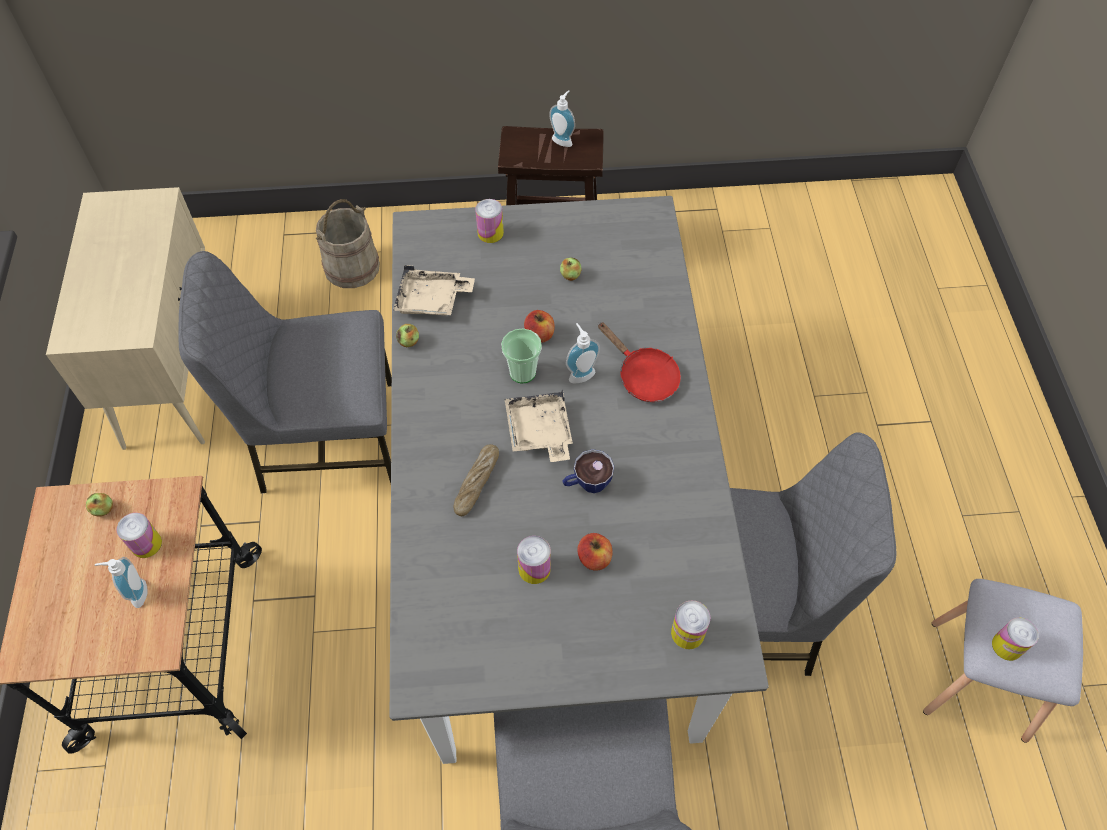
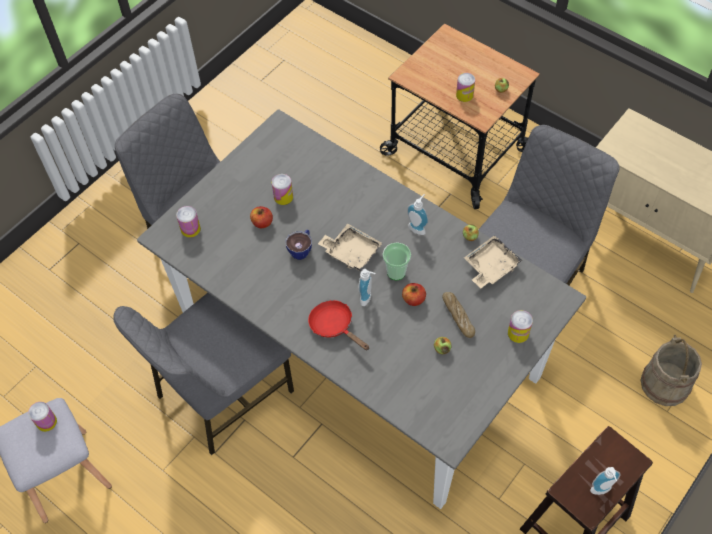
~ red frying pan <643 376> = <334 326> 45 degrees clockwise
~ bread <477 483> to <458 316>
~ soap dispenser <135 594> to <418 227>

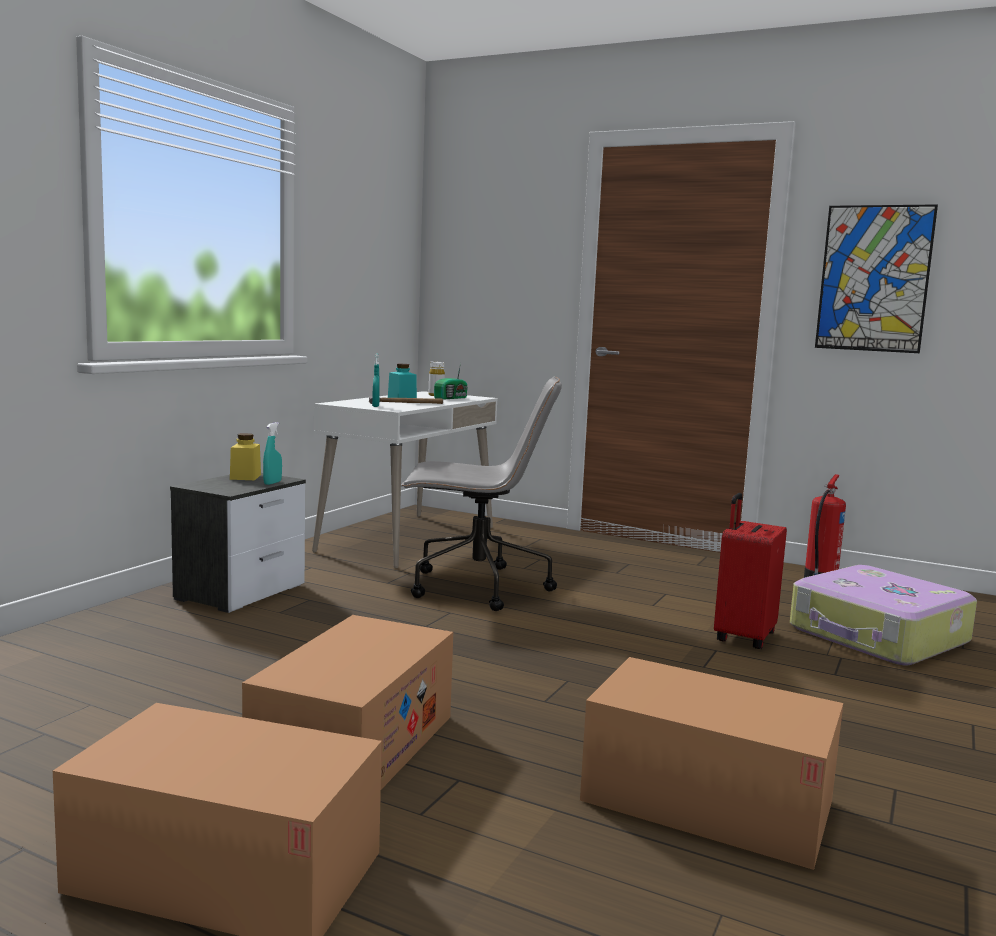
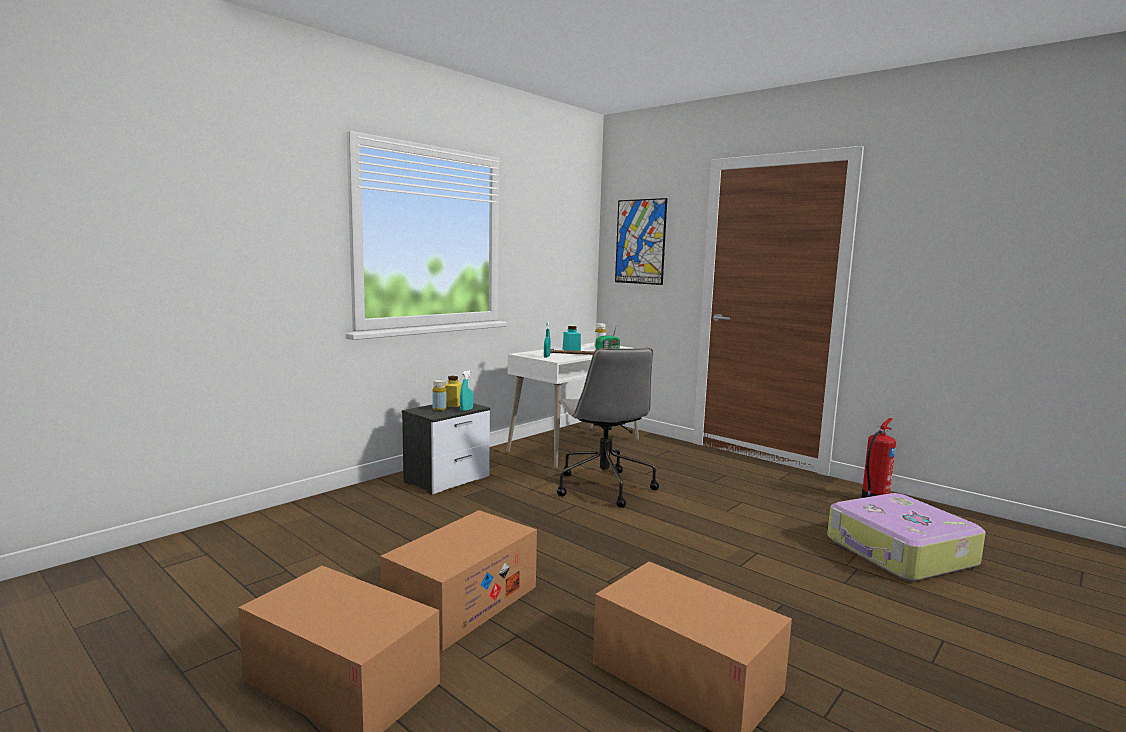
~ picture <874 278> to <640 241>
~ grey office chair <475 587> = <603 487> 60 degrees clockwise
- red suitcase <742 637>
+ yellow bottle <439 409>

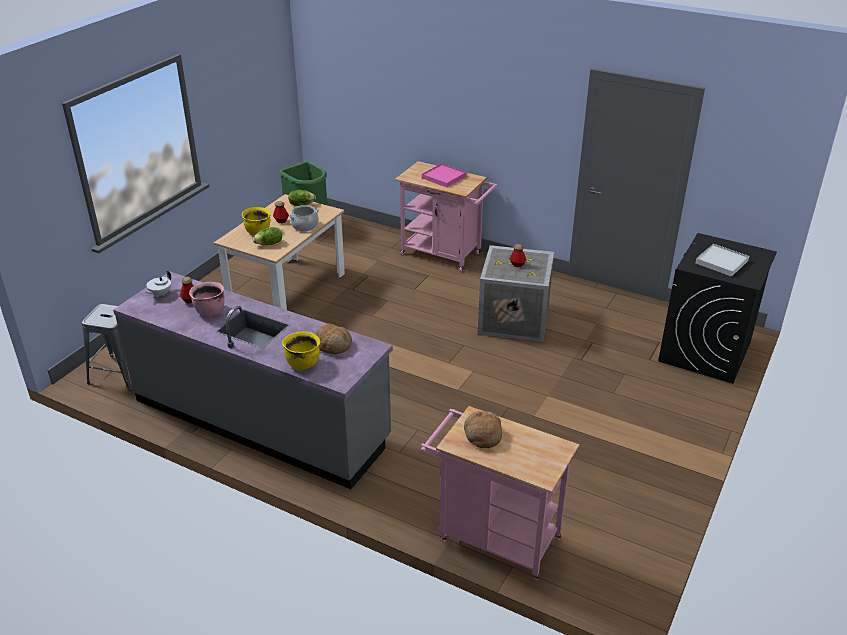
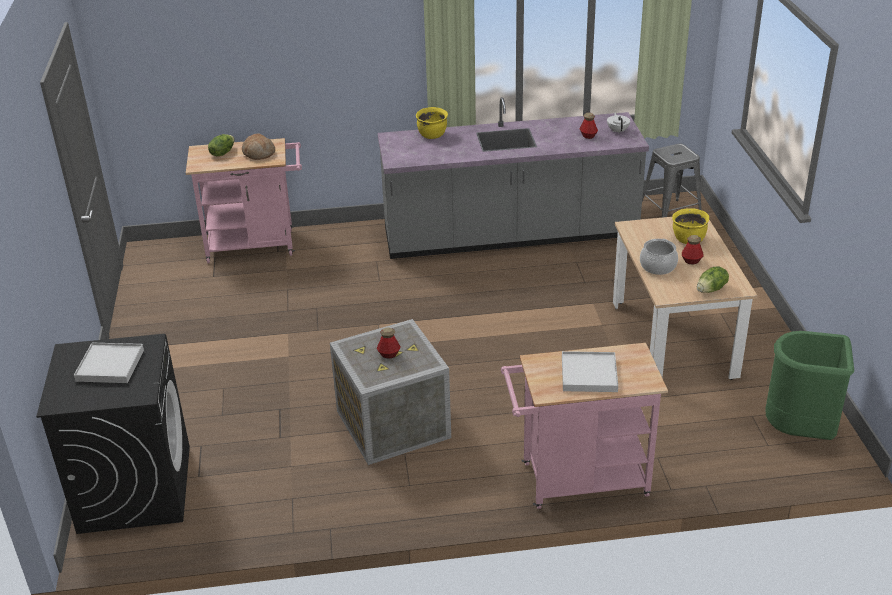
~ pink tray <444 177> to white tray <589 374>
~ lettuce <269 244> to <222 153>
- pink cooking pot <209 311>
- bread <333 345>

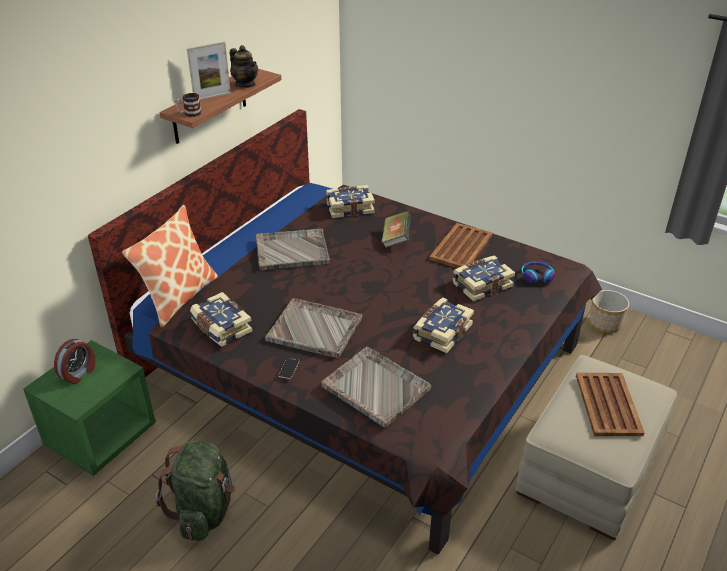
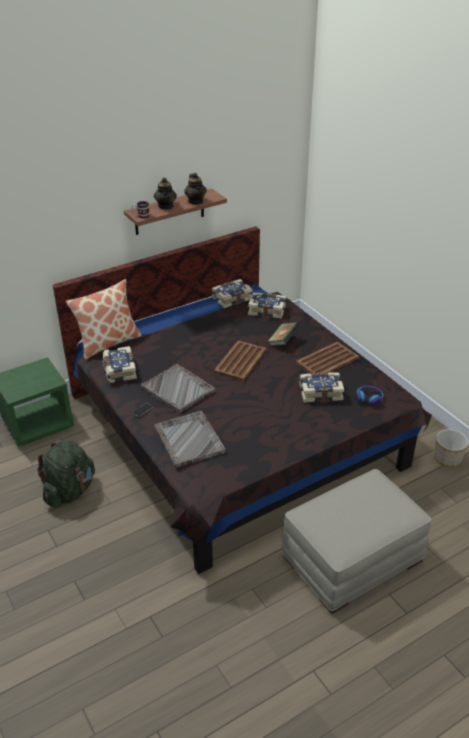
~ picture frame <212 97> to teapot <166 206>
- grey tray <291 251>
~ book <441 332> to <231 298>
- alarm clock <79 373>
~ brown tray <608 404> to <241 361>

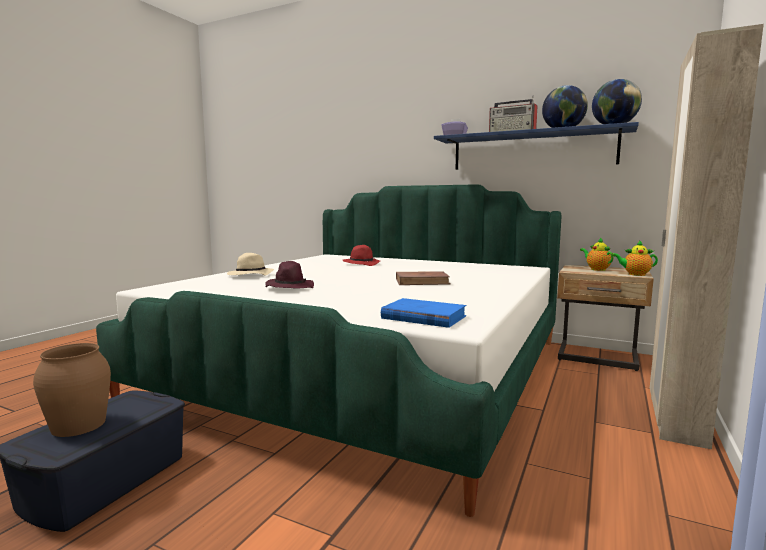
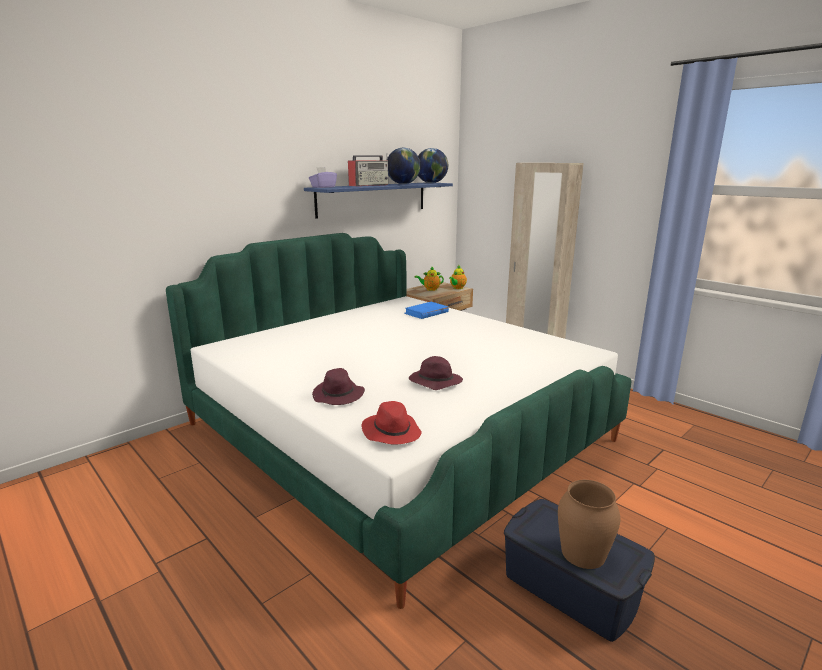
~ red hat <362 264> to <391 432>
~ beige hat <250 275> to purple hat <339 395>
- brown book <422 282>
~ blue book <423 317> to <426 313>

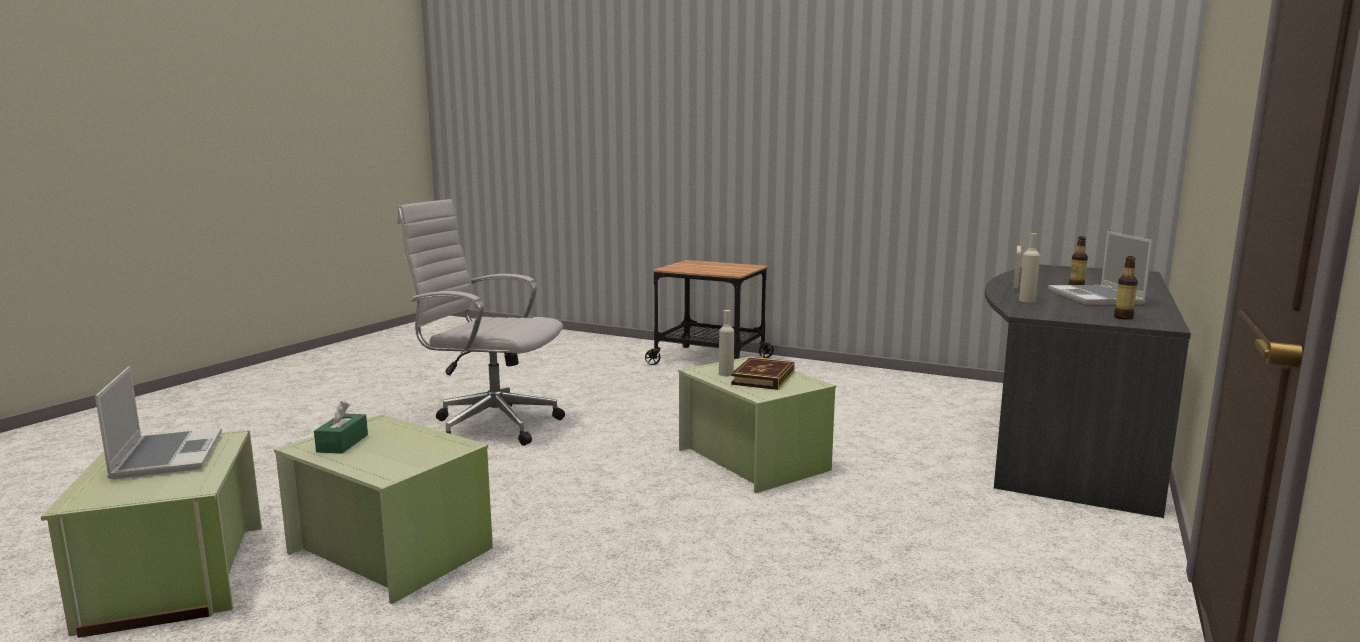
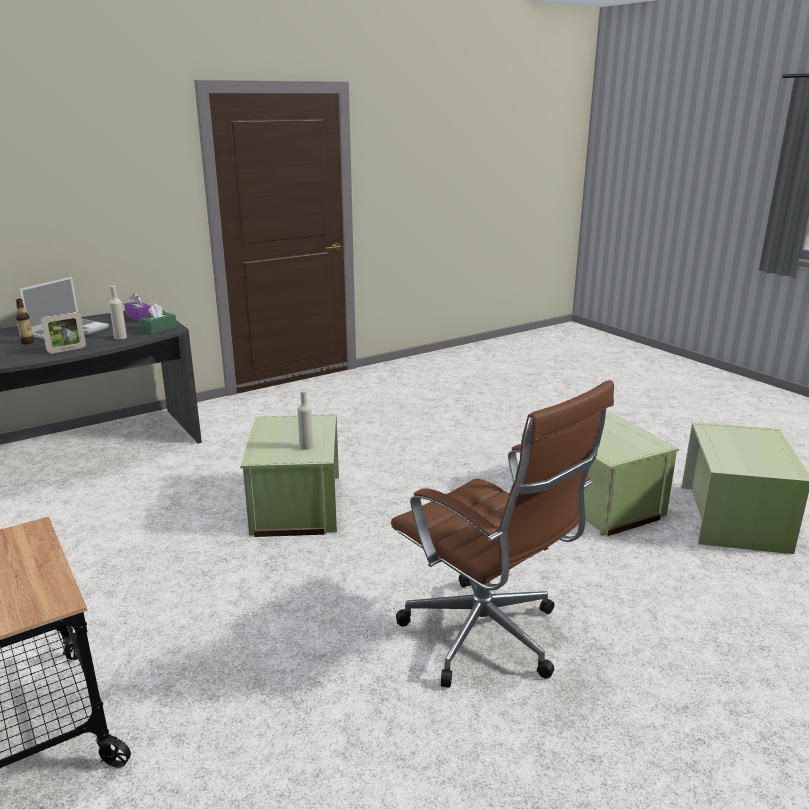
~ white office chair <490 425> to brown office chair <487 638>
~ bottle <1123 317> to purple tissue box <139 317>
- book <763 378>
- laptop <167 456>
~ green tissue box <342 443> to <159 329>

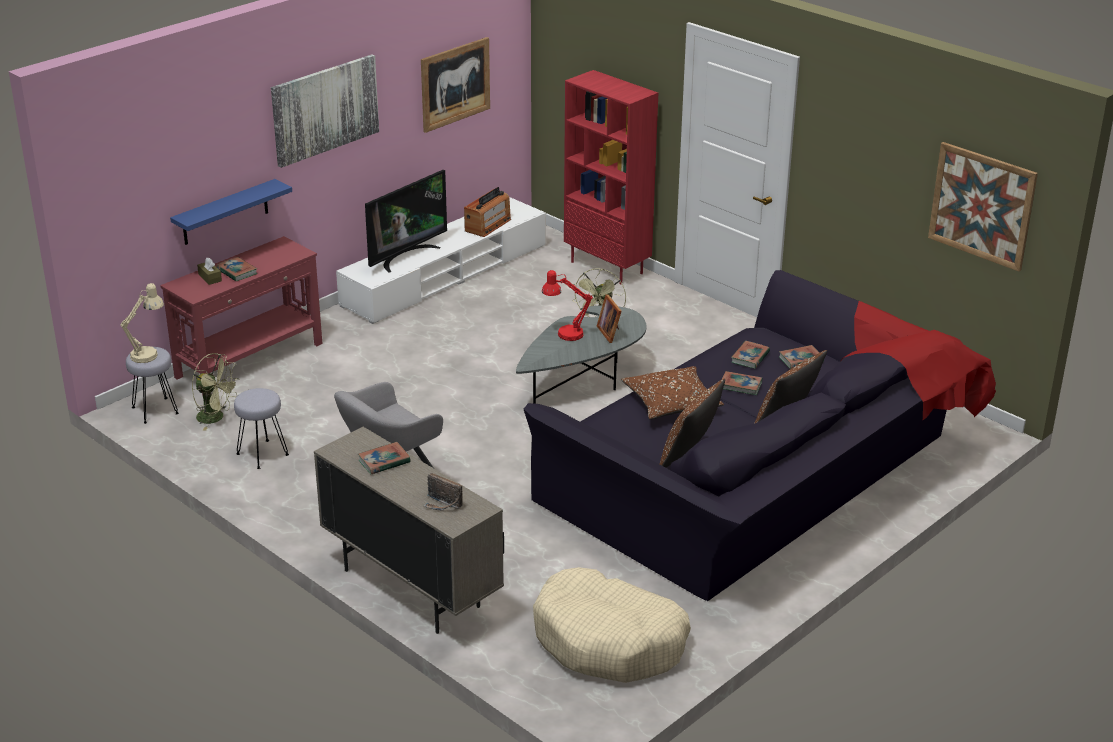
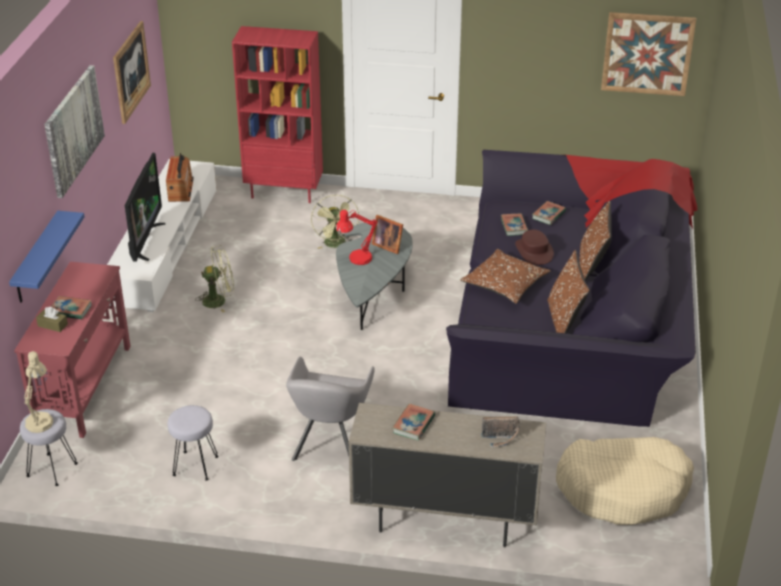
~ green fan <216 418> to <219 300>
~ book <740 385> to brown hat <534 251>

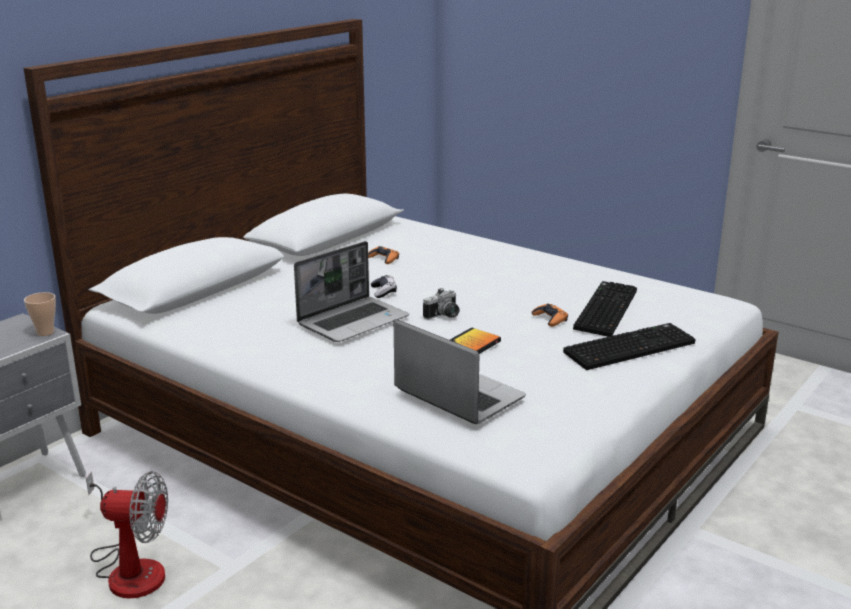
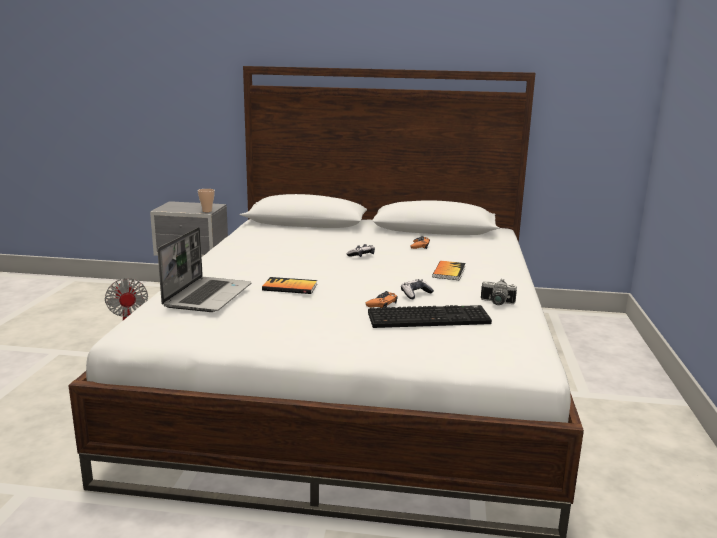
- laptop <353 321>
~ photo camera <444 316> to <496 303>
- keyboard <629 347>
+ book <449 272>
+ game controller <415 294>

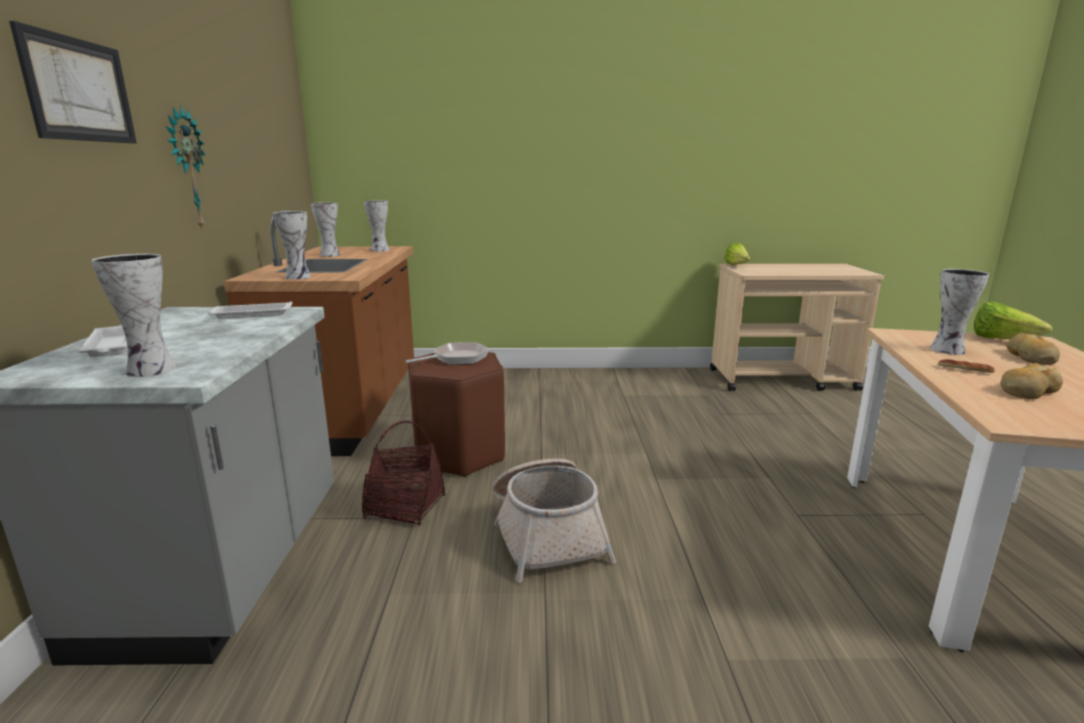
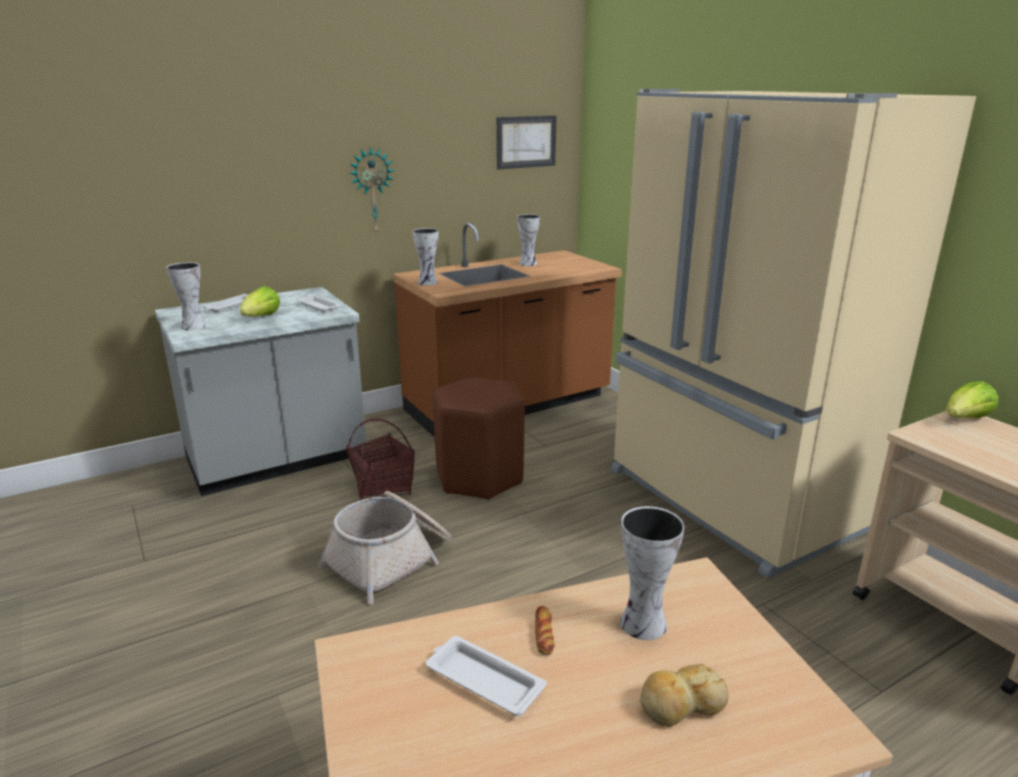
~ picture <78 90> to <526 142>
- vase <379 250>
~ lettuce <1001 340> to <261 318>
- frying pan <456 358>
~ bread <1027 391> to white tray <482 680>
+ beige fridge <729 501>

